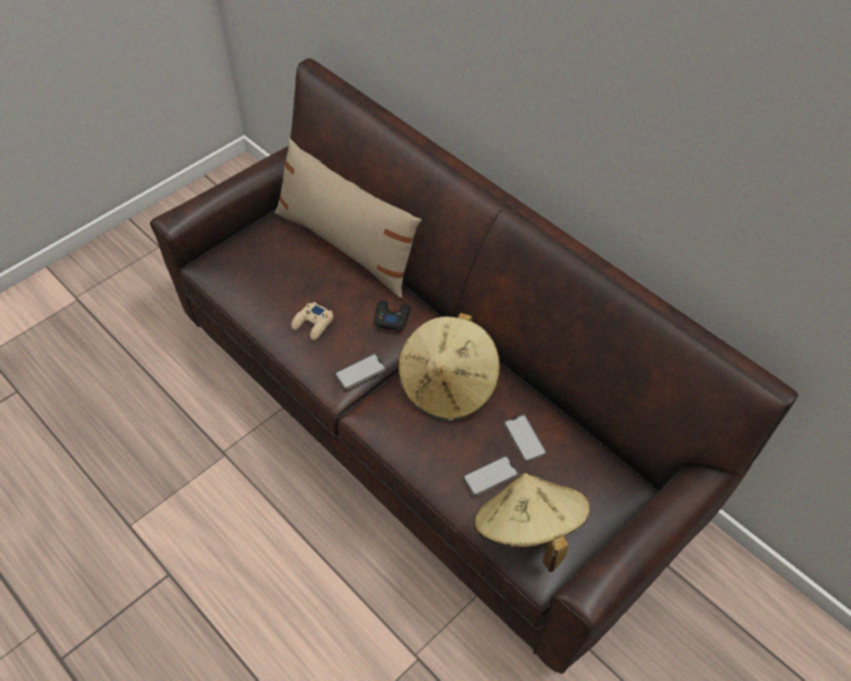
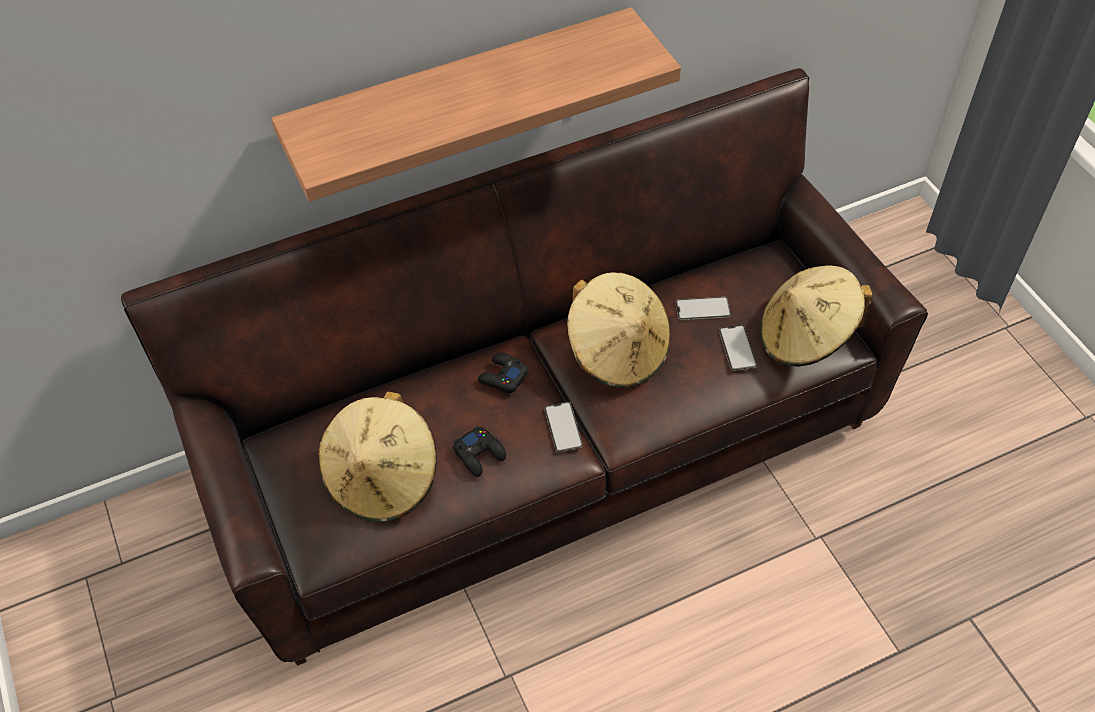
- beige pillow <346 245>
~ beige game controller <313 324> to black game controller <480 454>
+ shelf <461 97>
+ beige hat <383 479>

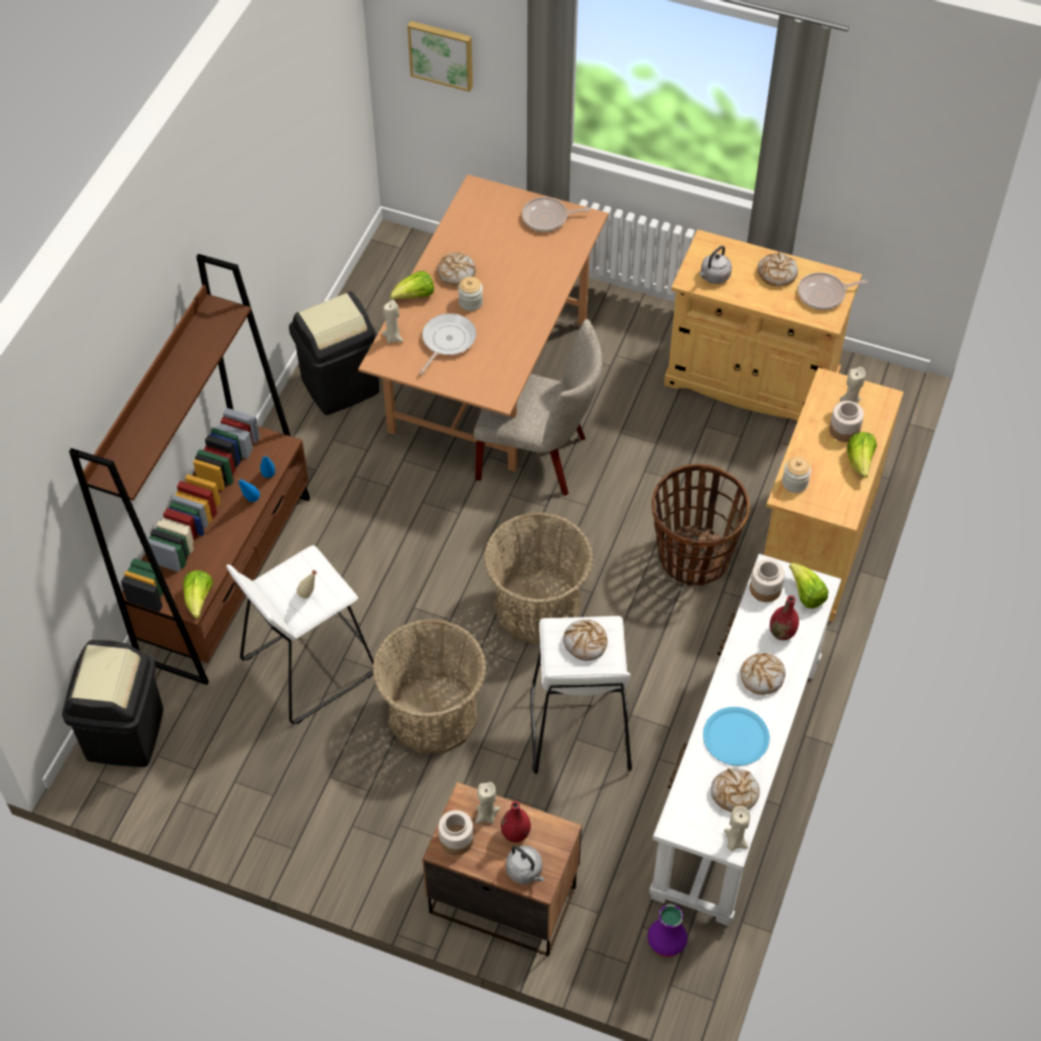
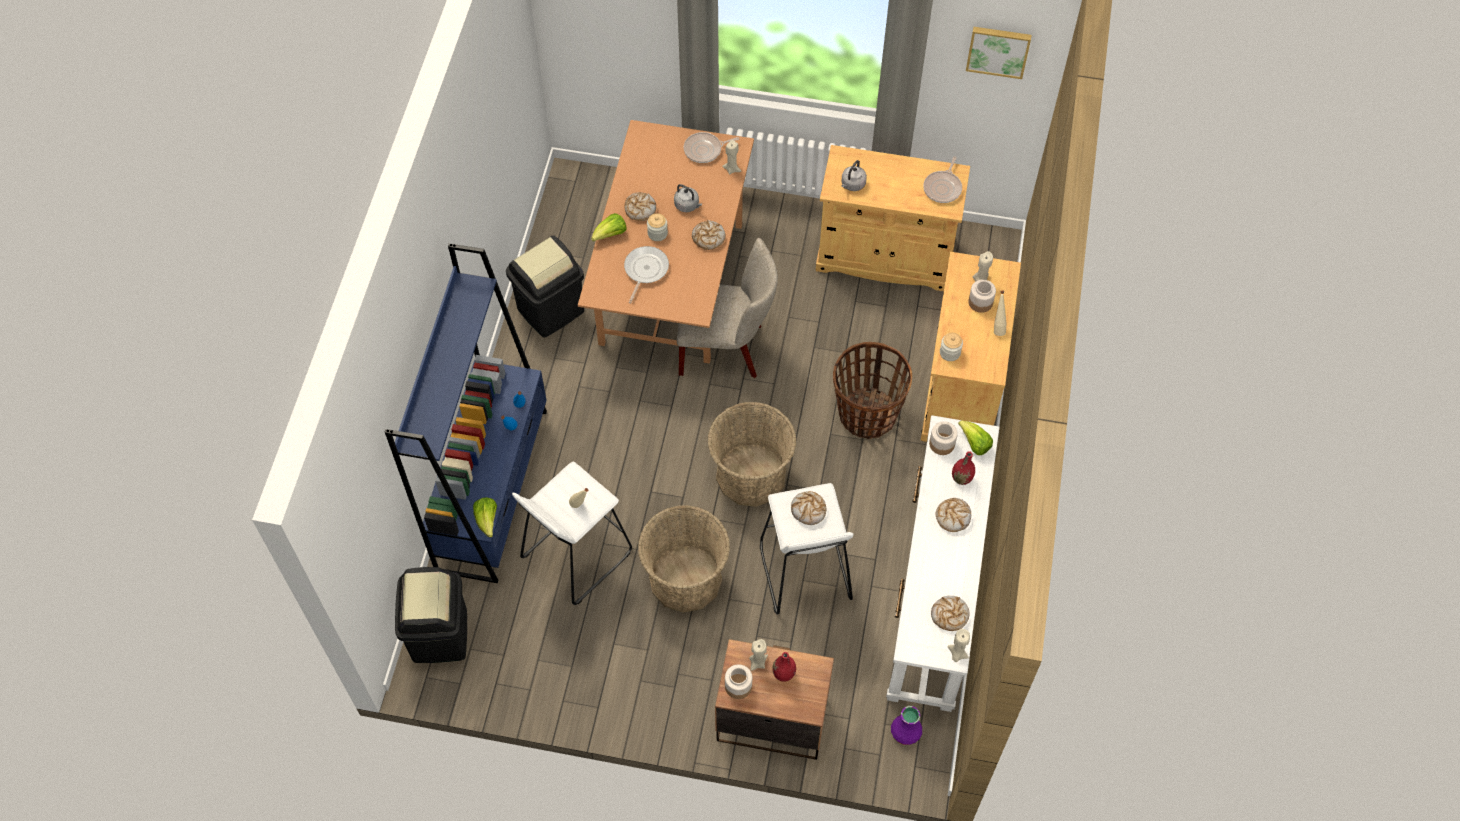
~ picture <442 54> to <998 50>
~ bread <776 274> to <708 238>
~ brown bookcase <226 576> to blue bookcase <492 489>
~ frying pan <824 294> = <943 187> 45 degrees counterclockwise
~ beige candle <393 337> to <732 169>
~ lettuce <860 462> to beige bottle <997 327>
- blue plate <735 737>
~ grey kettle <525 871> to <688 205>

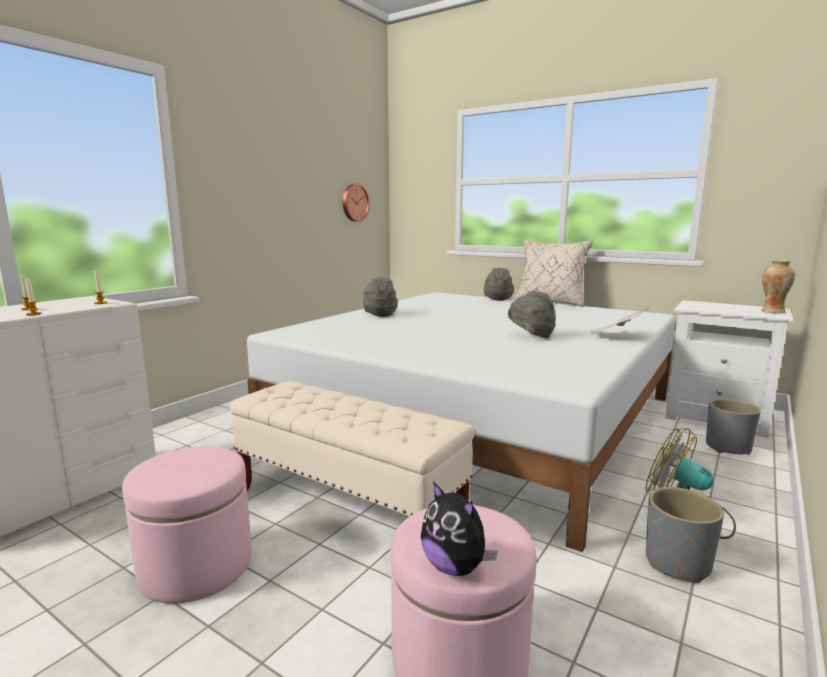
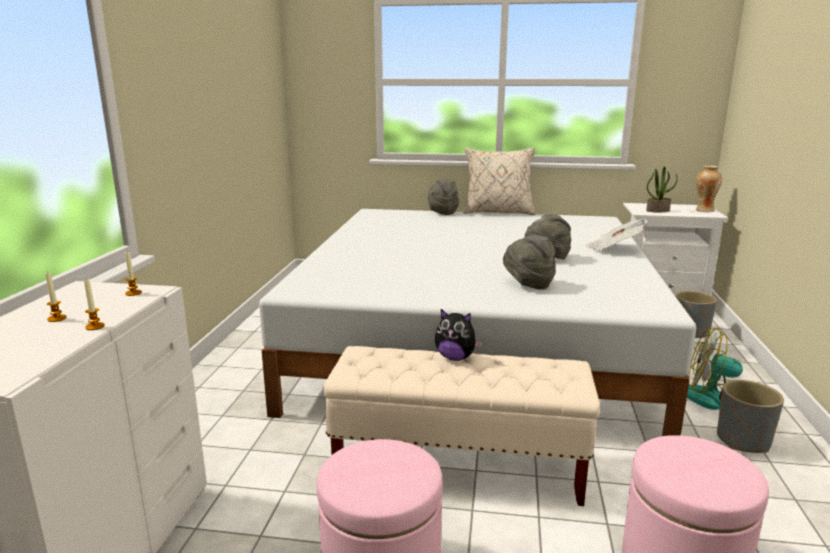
- wall clock <354 202>
~ grey hat <379 314> to <528 284>
~ plush toy <455 567> to <455 358>
+ potted plant <658 210>

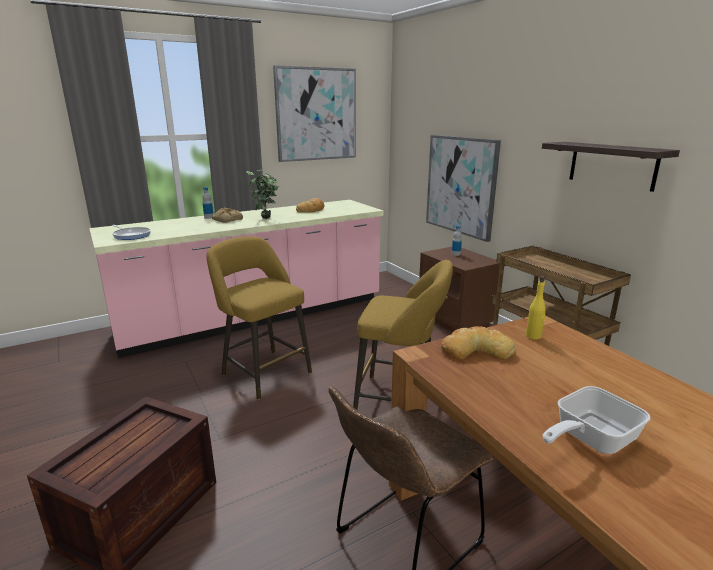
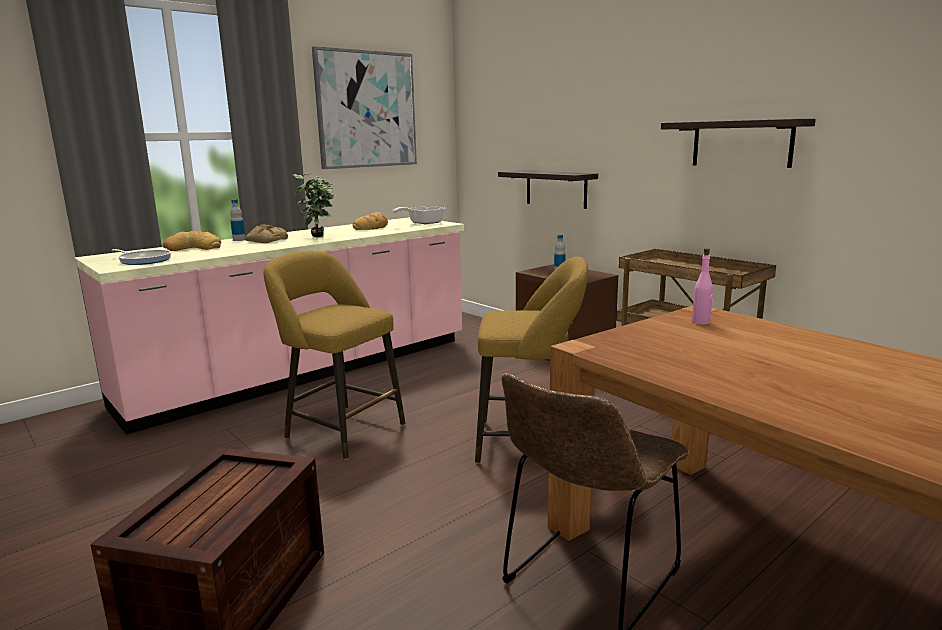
~ picture <460 185> to shelf <556 189>
~ yellow bottle <533 336> to pink bottle <701 322>
~ bread <476 350> to <193 248>
~ frying pan <589 439> to <422 223>

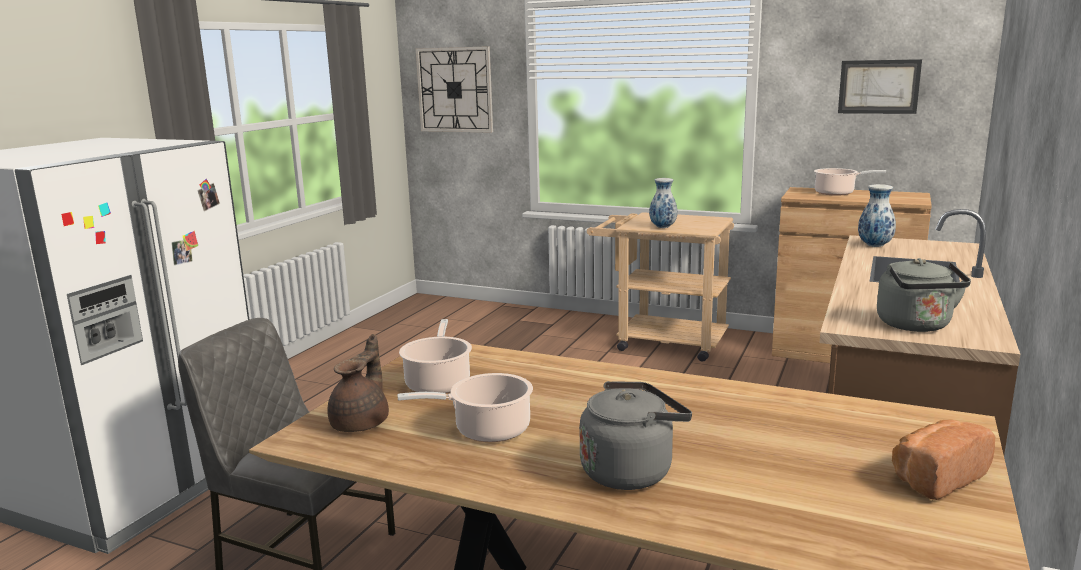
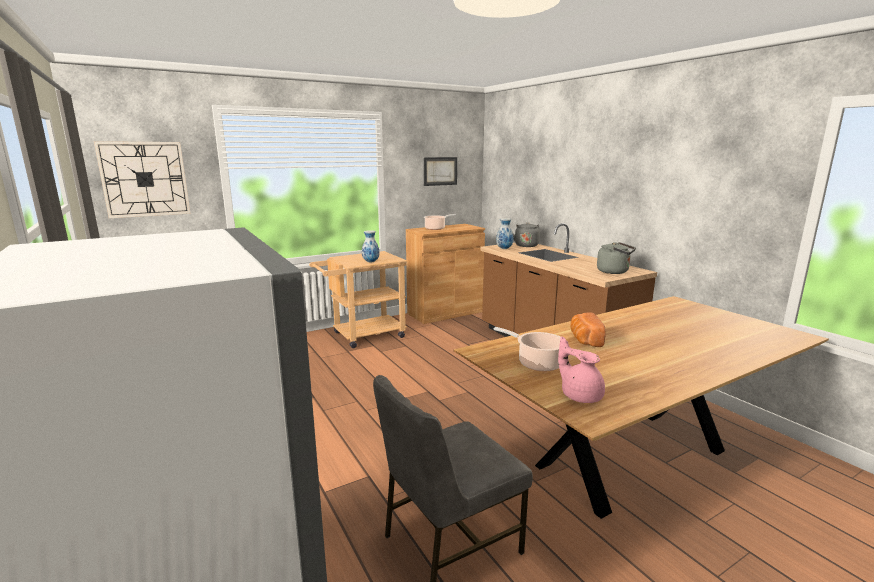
~ brown teapot <362 423> to pink teapot <580 395>
- cooking pot <487 430>
~ grey kettle <630 471> to <526 245>
~ bread <935 477> to <584 340>

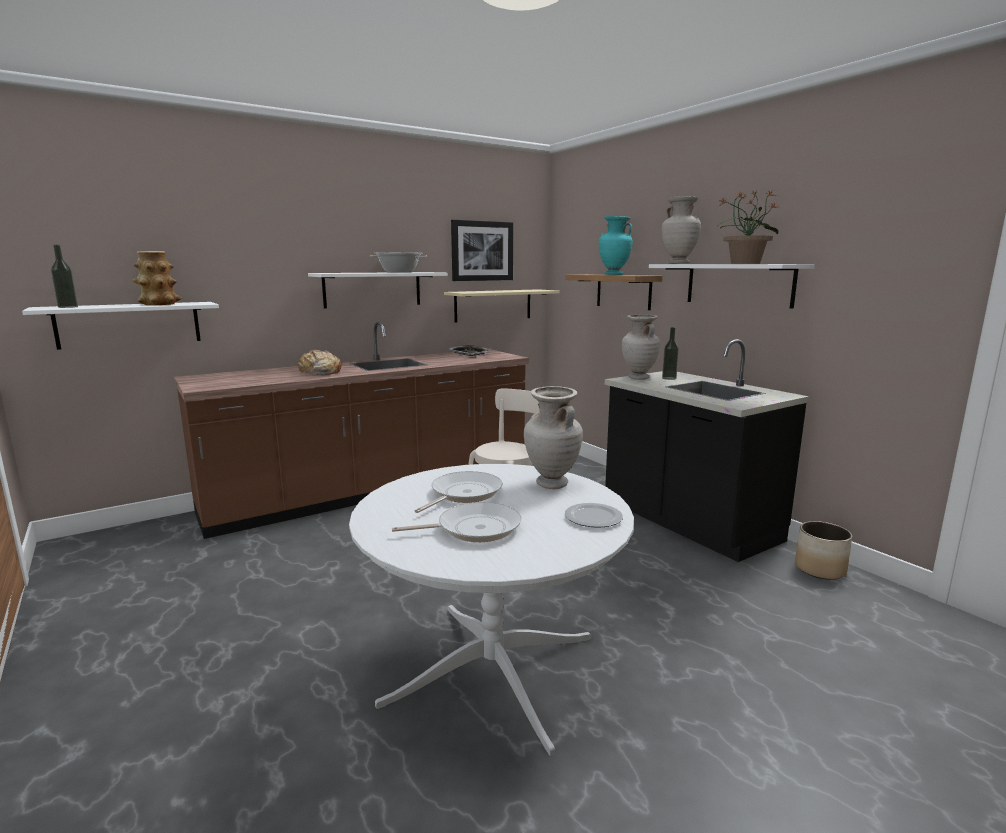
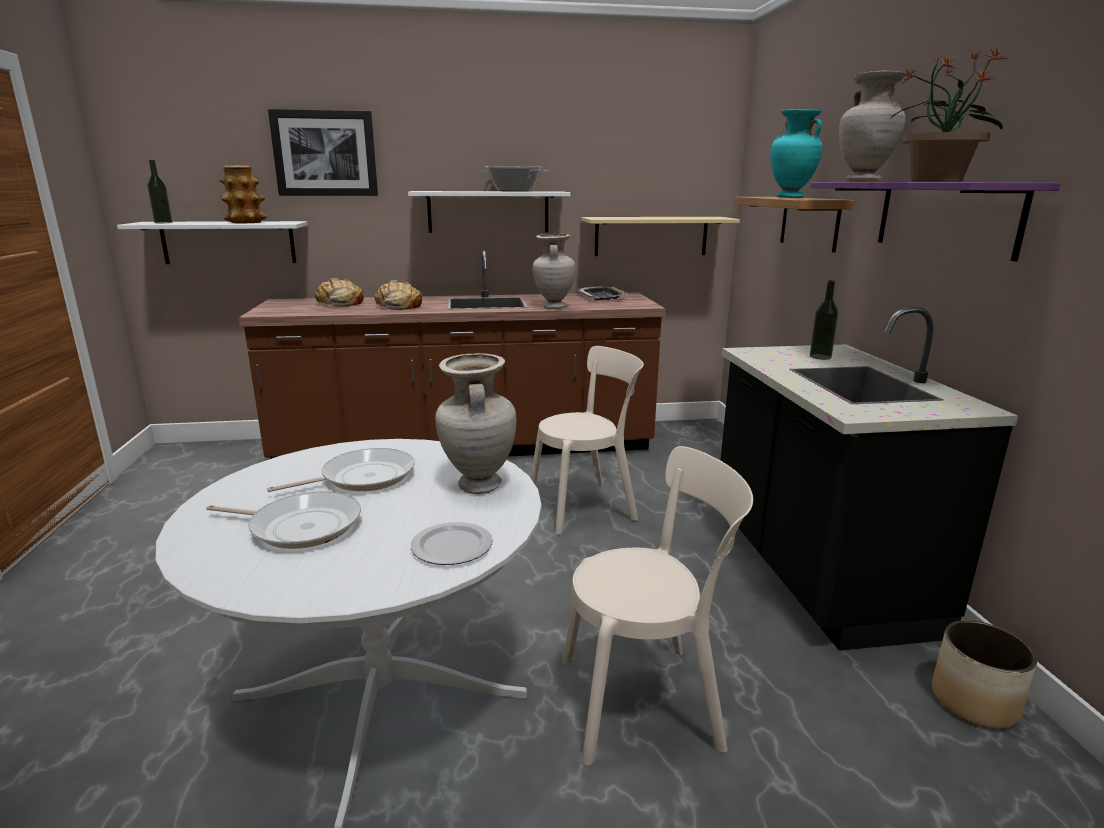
~ picture <482 251> to <325 153>
~ white shelf <738 284> to purple shelf <945 217>
~ beige vase <638 378> to <553 307>
+ bread <339 303>
+ beige chair <647 700>

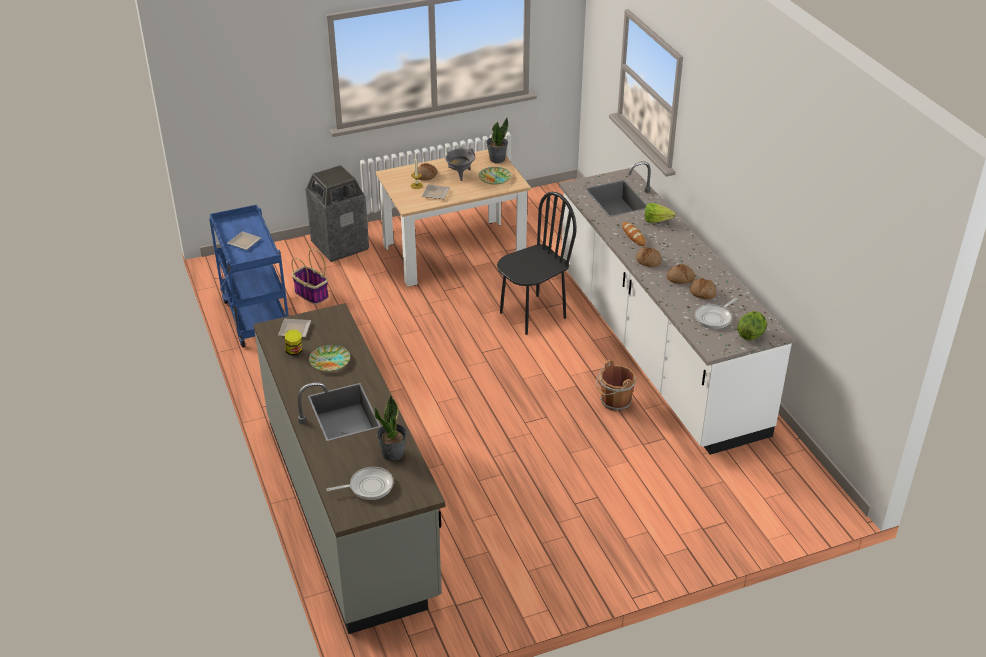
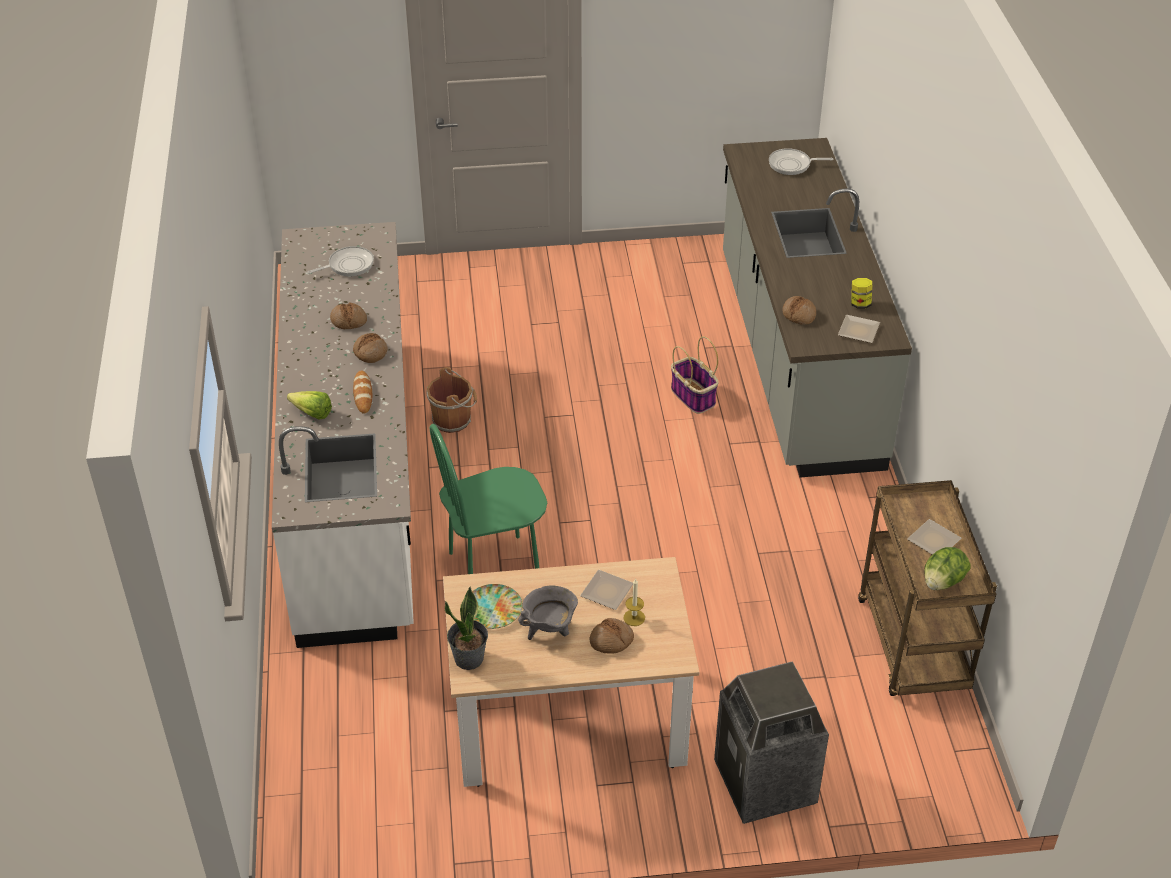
~ black chair <532 315> to green chair <494 567>
~ blue cart <255 317> to brown cart <914 647>
~ basket <311 294> to <694 397>
~ bread <702 292> to <799 314>
~ lettuce <751 335> to <942 582>
- plate <329 360>
- potted plant <393 453>

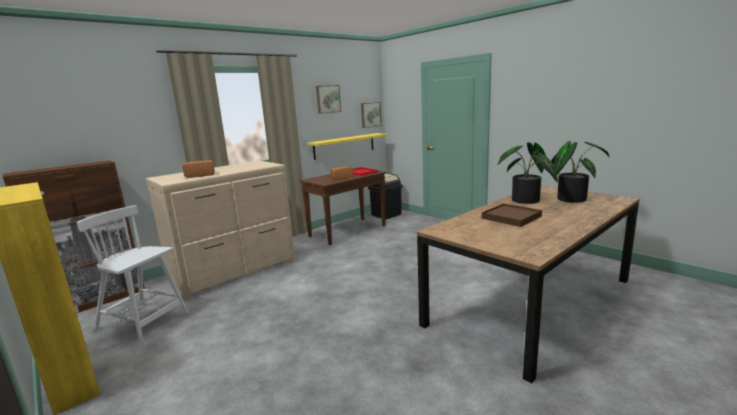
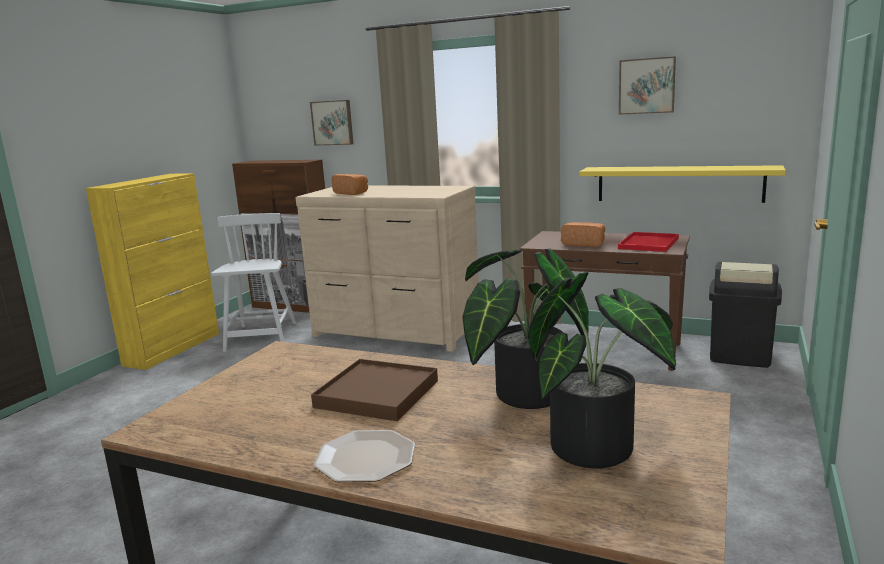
~ picture <370 114> to <333 122>
+ plate <364 458>

